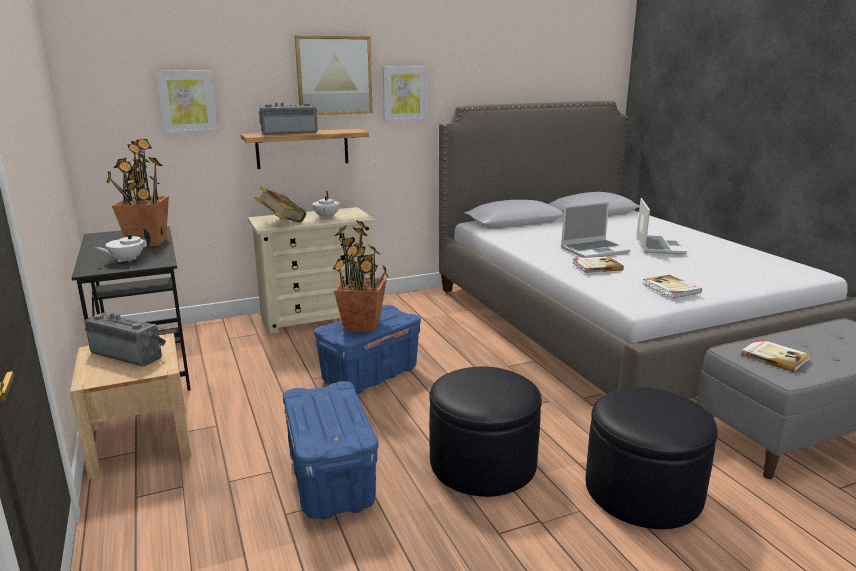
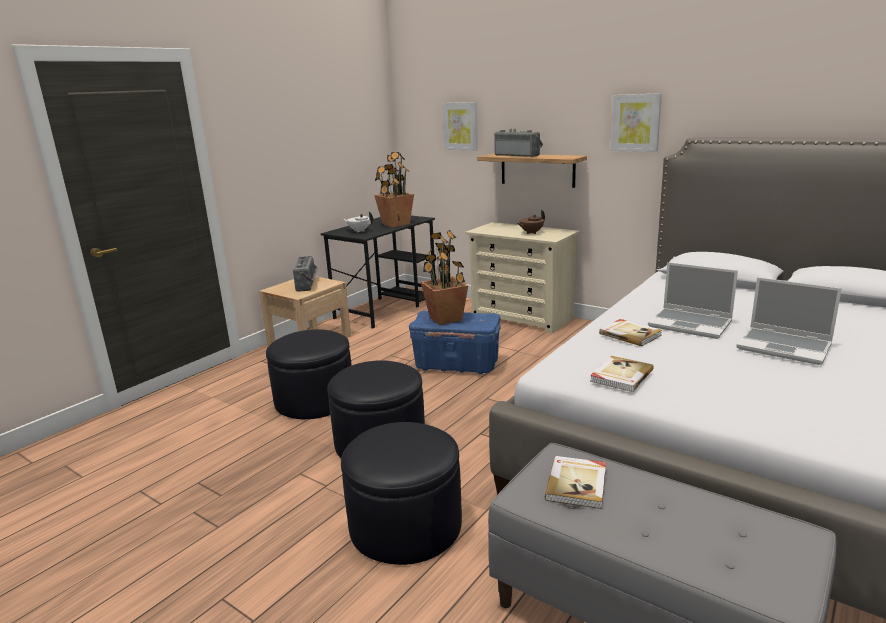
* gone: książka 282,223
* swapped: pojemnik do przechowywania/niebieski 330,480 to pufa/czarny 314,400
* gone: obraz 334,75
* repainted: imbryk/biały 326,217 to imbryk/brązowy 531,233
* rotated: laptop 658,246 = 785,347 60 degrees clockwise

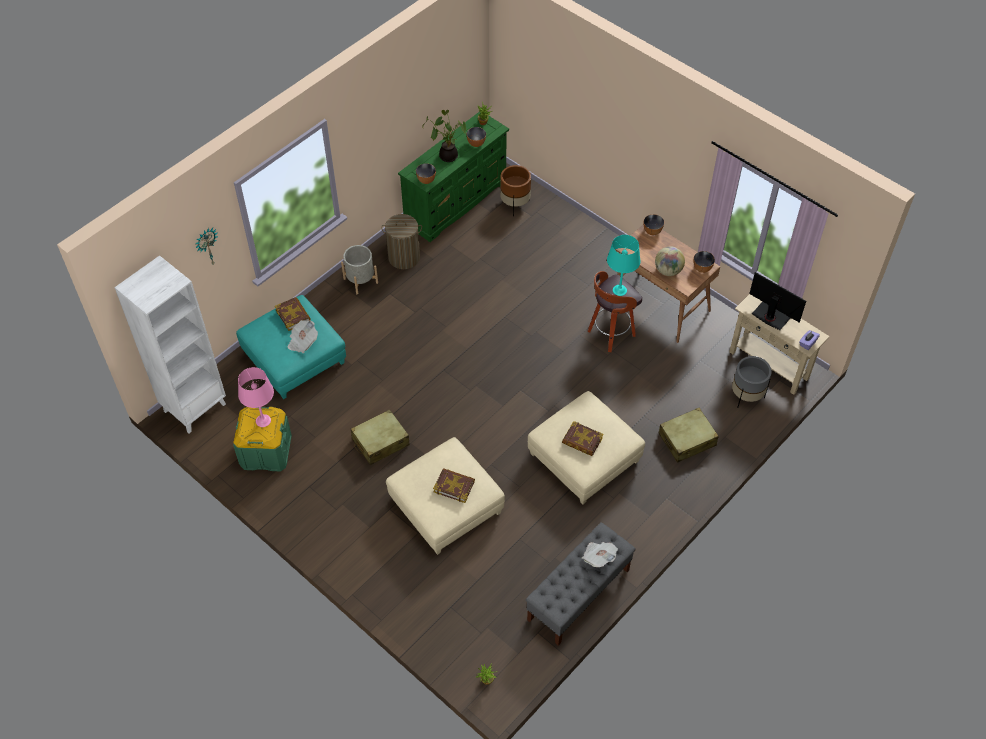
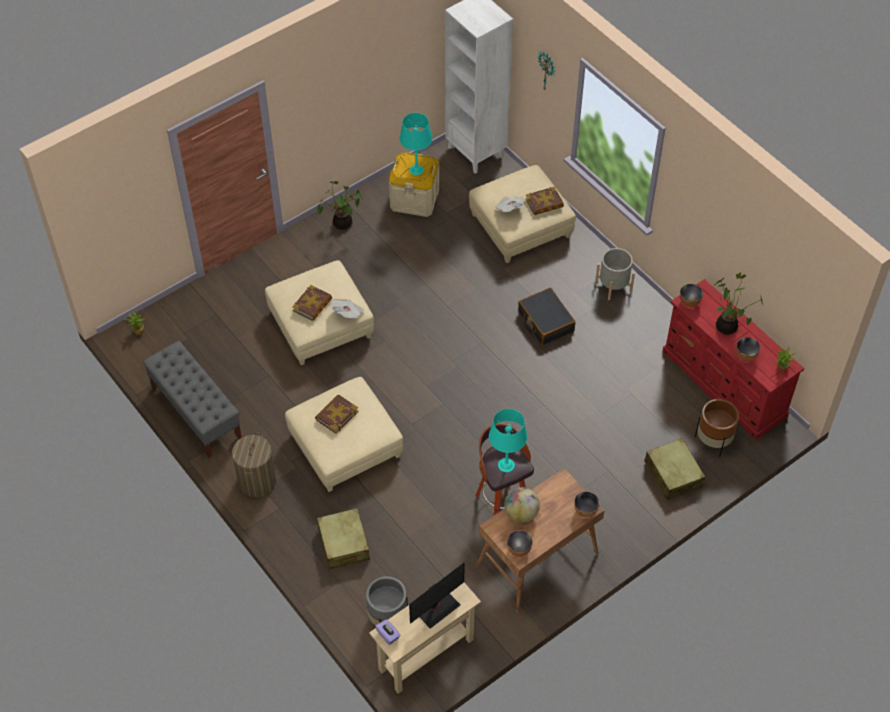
* repainted: pojemnik do przechowywania/zielony 266,451 to pojemnik do przechowywania/beżowy 414,199
* repainted: pufa/turkusowy 294,358 to pufa/beżowy 520,225
* repainted: lampa stołowa/różowy 263,421 to lampa stołowa/turkusowy 416,169
* shifted: walizka/beżowy 380,442 to 673,474
* shifted: kosz na pranie 404,257 to 257,481
* repainted: komoda/zielony 456,201 to komoda/czerwony 724,384
* shifted: gazeta 598,557 to 348,313
* new: roślina doniczkowa 341,224
* new: walizka/czarny 545,322

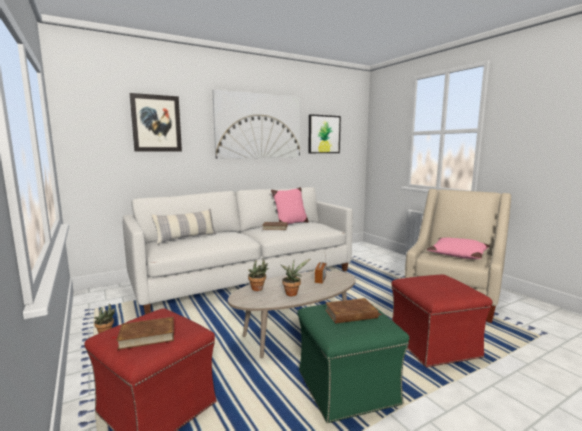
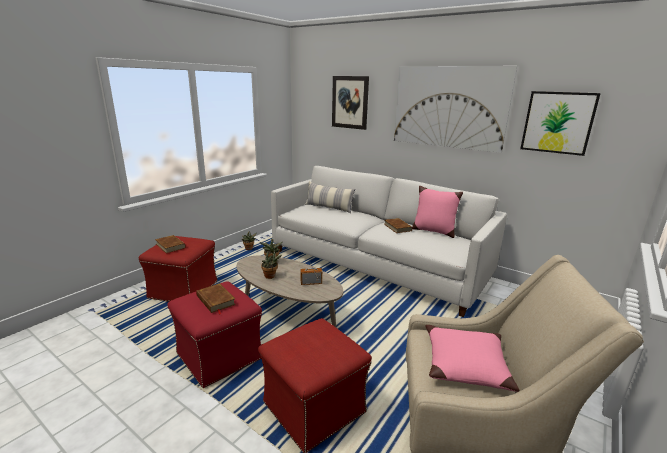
* repainted: pufa/zielony 346,388 to pufa/czerwony 219,355

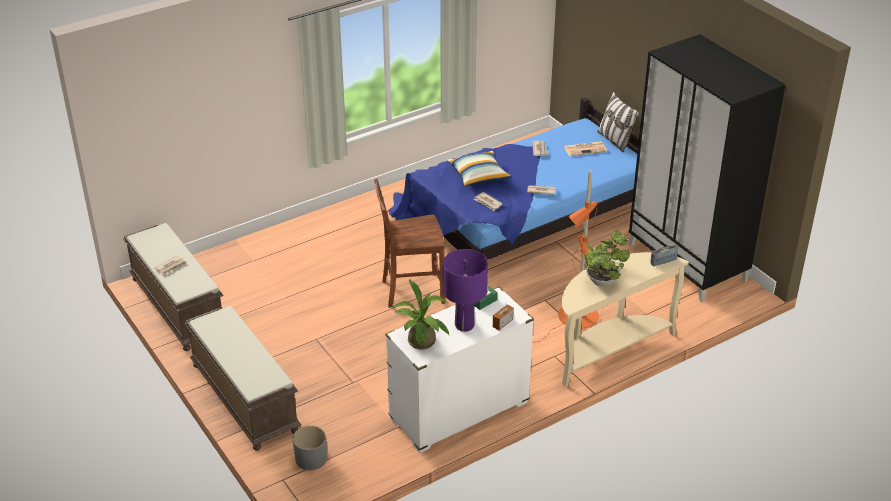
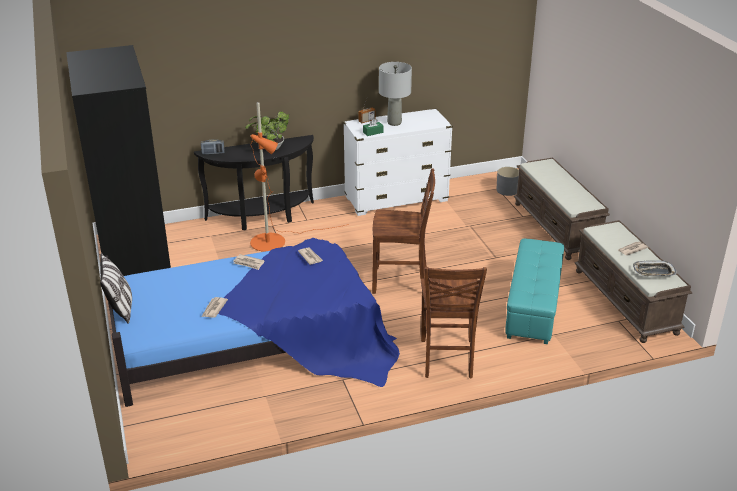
* gone: roślina doniczkowa 422,344
* repainted: lampa stołowa/fioletowy 464,325 to lampa stołowa/szary 394,123
* gone: poduszka 479,176
* repainted: stolik konsolowy/beżowy 609,350 to stolik konsolowy/czarny 262,217
* gone: gazeta 585,149
* new: krzesło/brązowy 447,359
* new: pufa/turkusowy 532,306
* new: taca 653,272

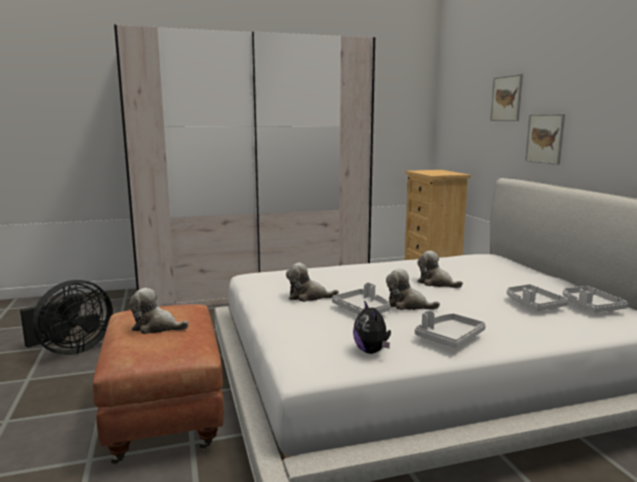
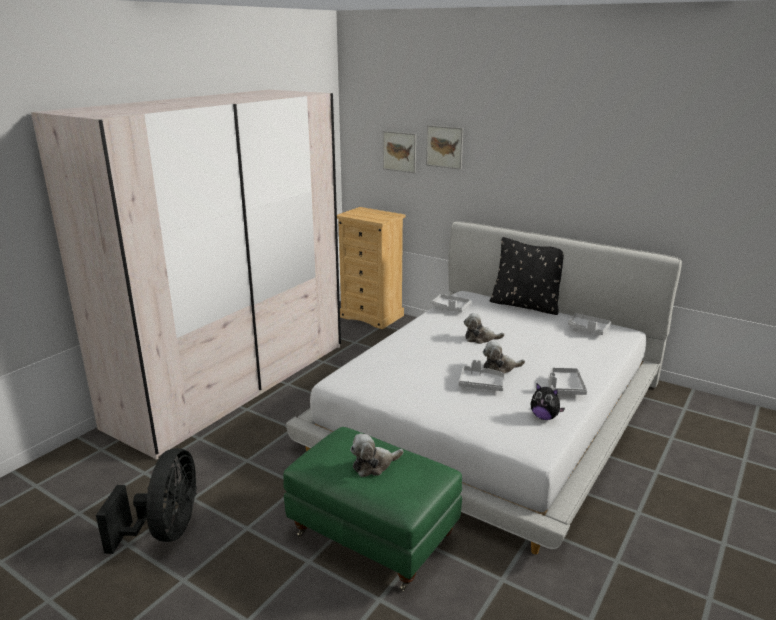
* repainted: pufa/brązowy 166,416 to pufa/zielony 374,537
* gone: pluszak 308,297
* shifted: taca/szary 533,305 to 450,308
* shifted: obraz 545,138 to 399,151
* new: poduszka/czarny 525,305

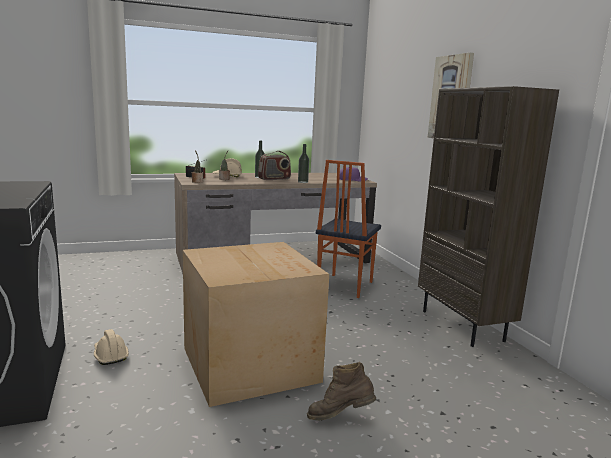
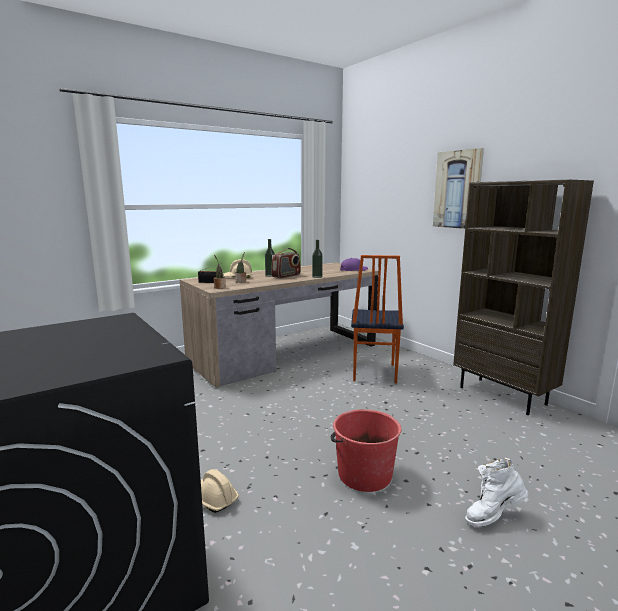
* swapped: karton 251,363 to wiadro/czerwony 364,474
* repainted: but z cholewką/brązowy 340,417 to but z cholewką/biały 493,516

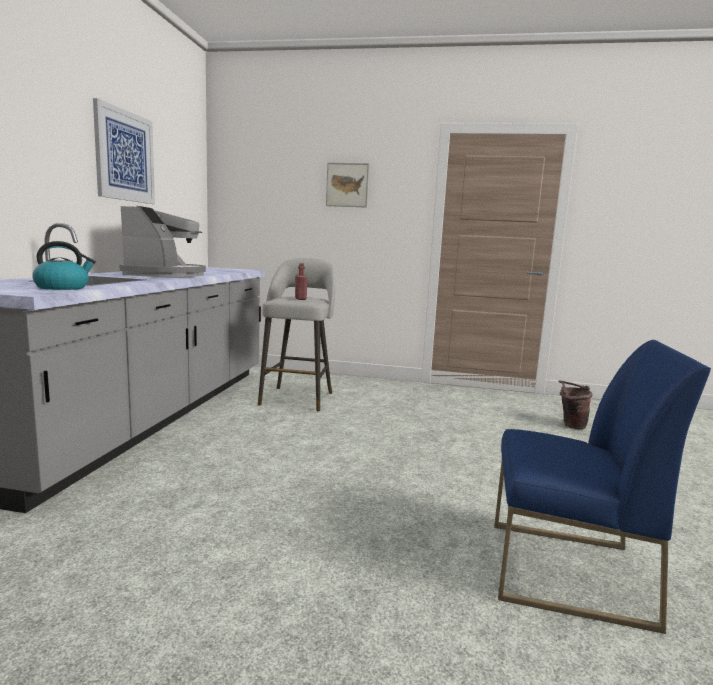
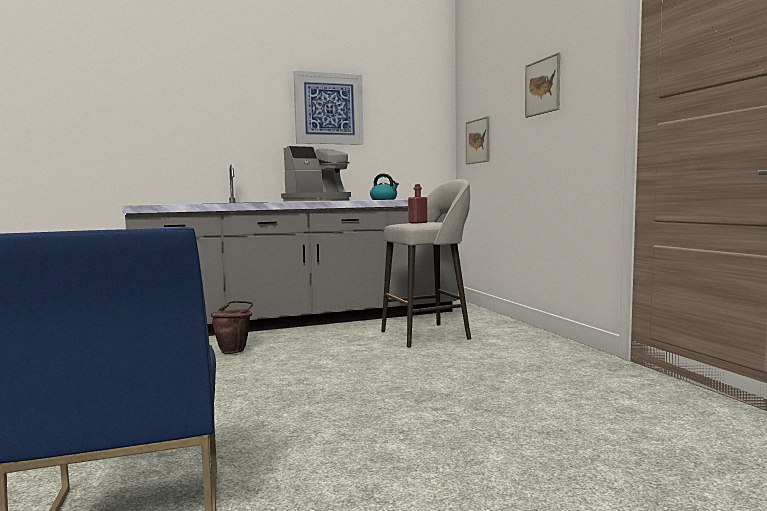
* shifted: czajnik 63,287 to 384,199
* shifted: wiadro/brązowy 570,425 to 235,350
* new: obraz 477,141

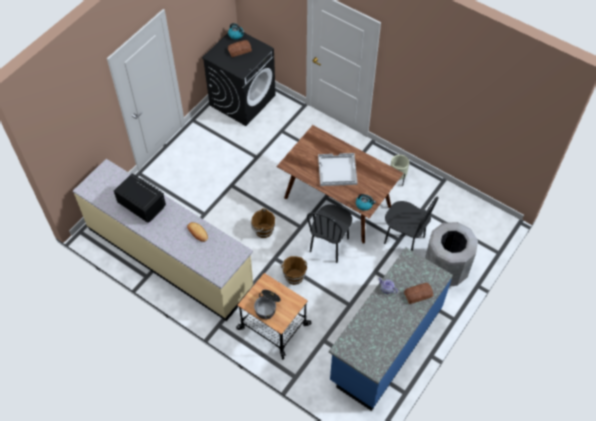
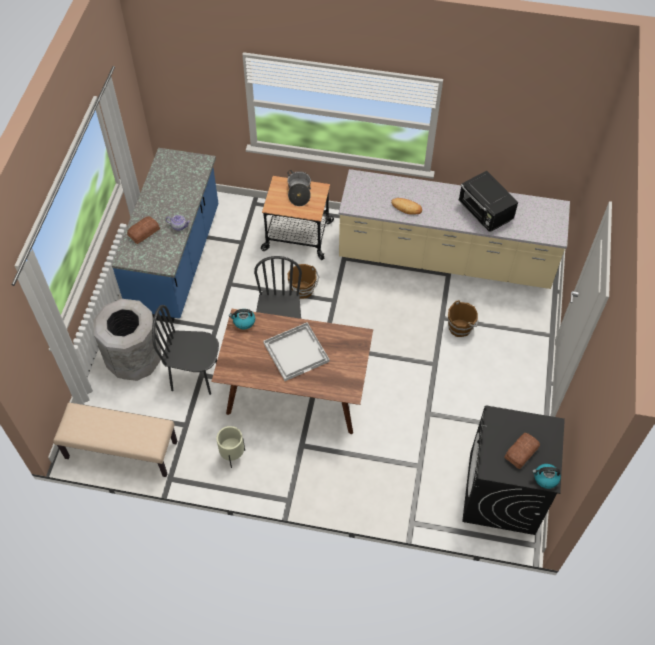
* rotated: mikrofalówka/czarny 142,205 = 485,213 45 degrees clockwise
* shifted: wiadro/brązowy 263,230 to 460,327
* new: ławka/beżowy 121,450

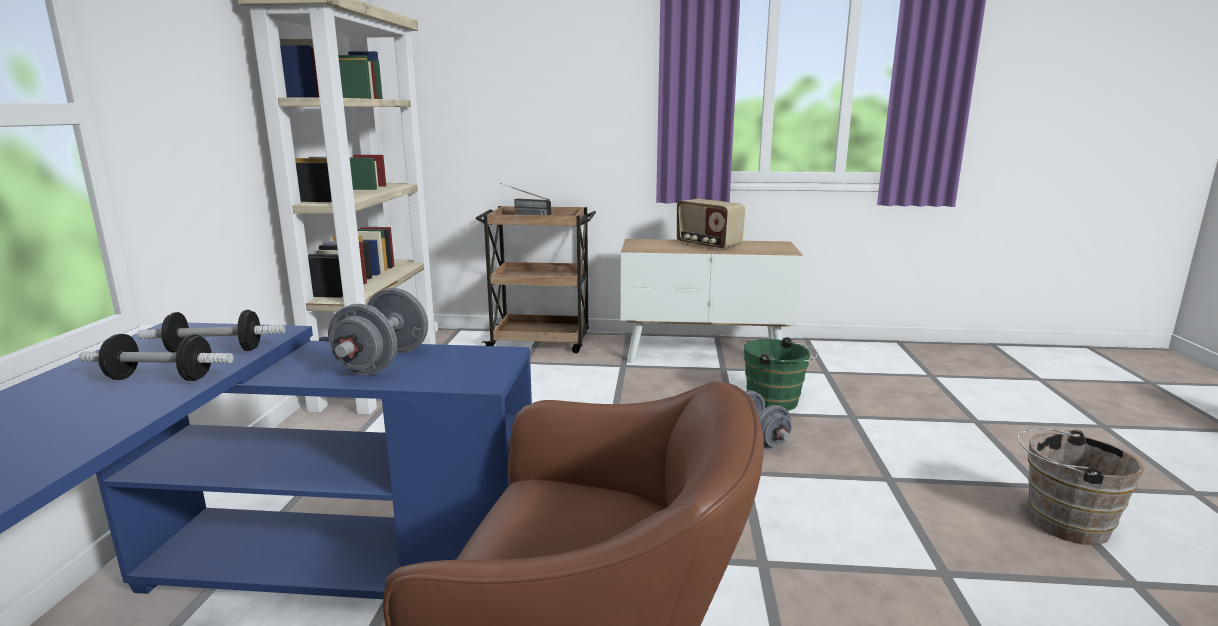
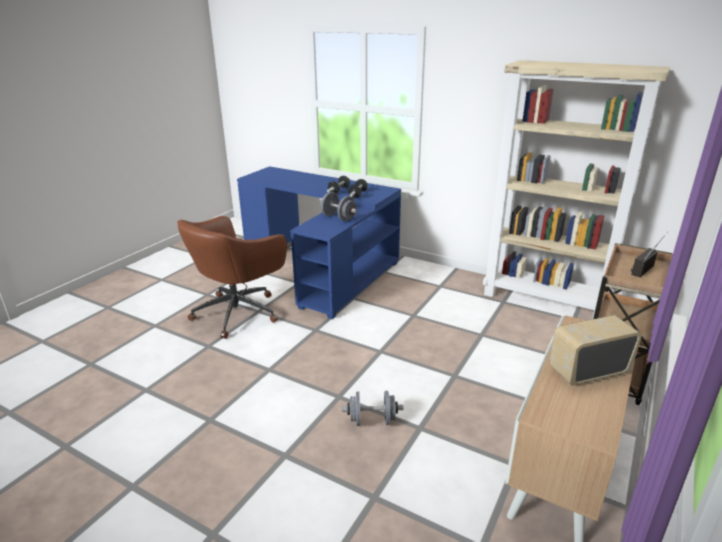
* gone: wiadro/zielony 776,402
* gone: wiadro/brązowy 1060,521

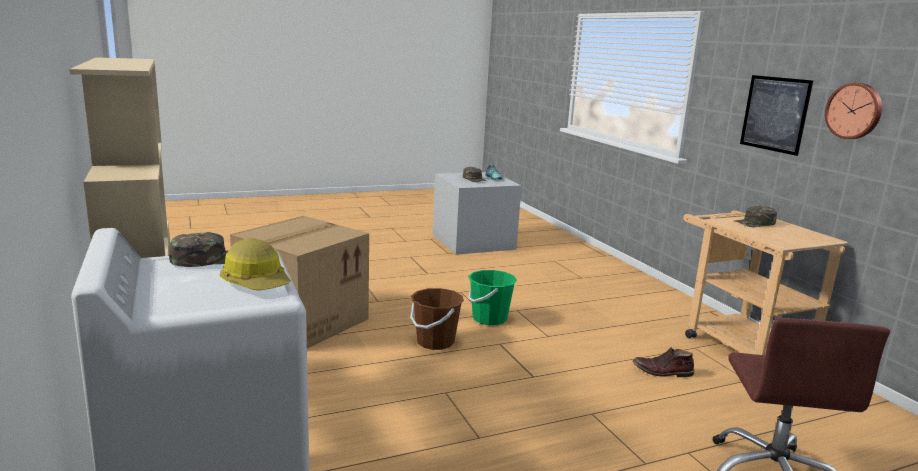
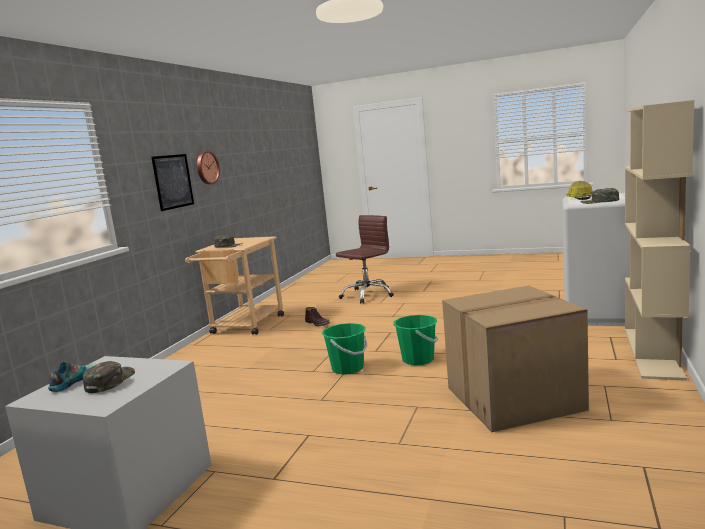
* repainted: wiadro/brązowy 435,342 to wiadro/zielony 418,359

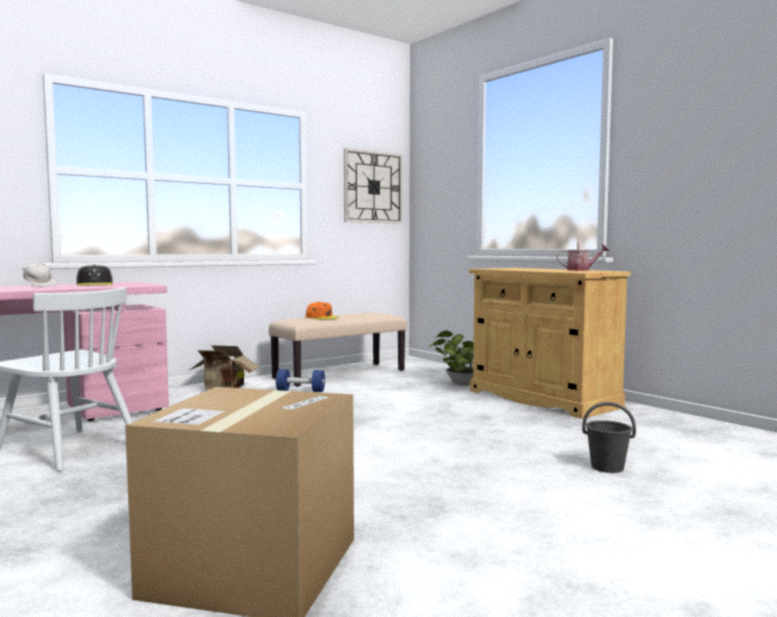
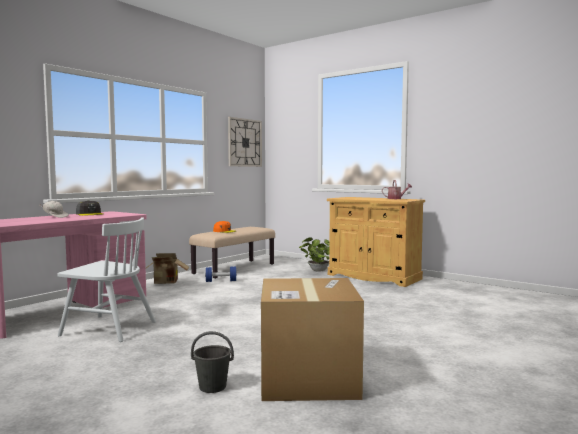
* shifted: wiadro/szary 608,467 to 213,387

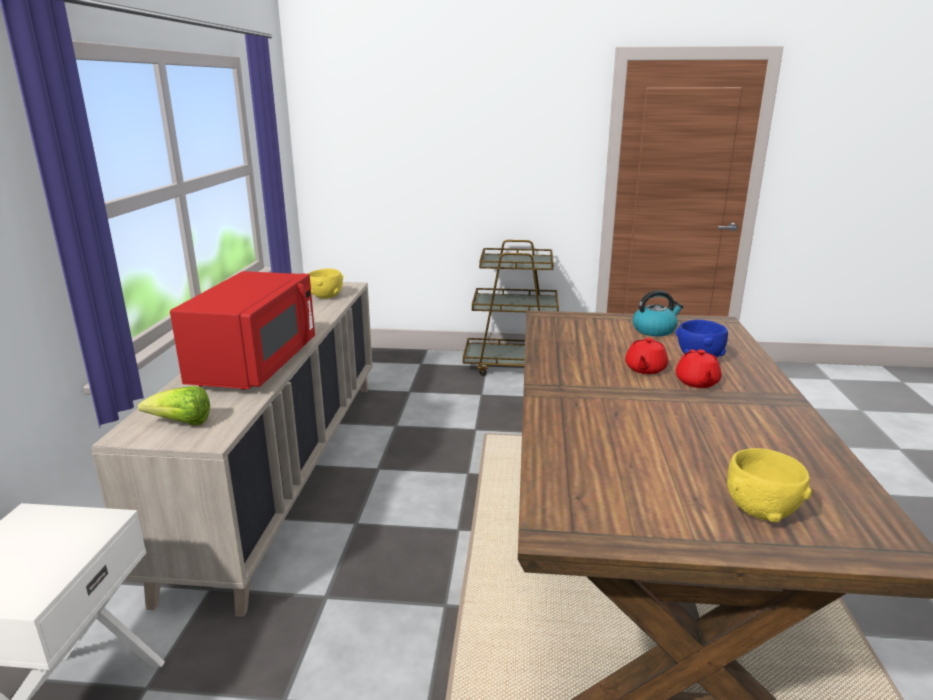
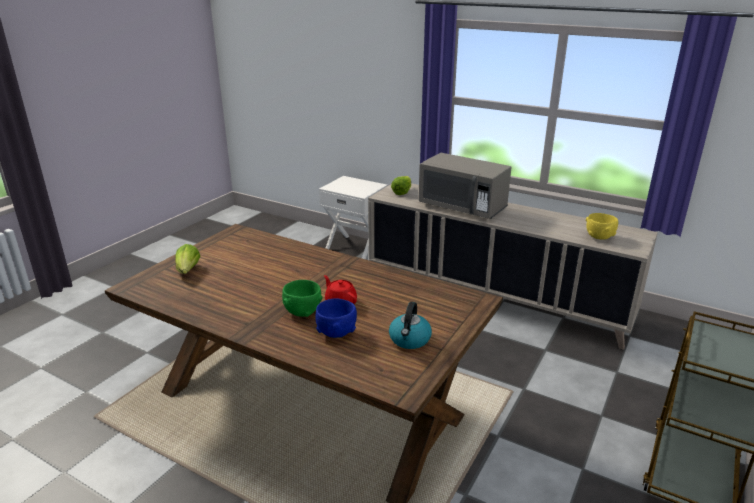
* repainted: mikrofalówka/czerwony 255,365 to mikrofalówka/szary 462,207
* swapped: imbryk/czerwony 697,382 to miska/zielony 302,312
* swapped: miska/żółty 760,511 to sałata 188,271

